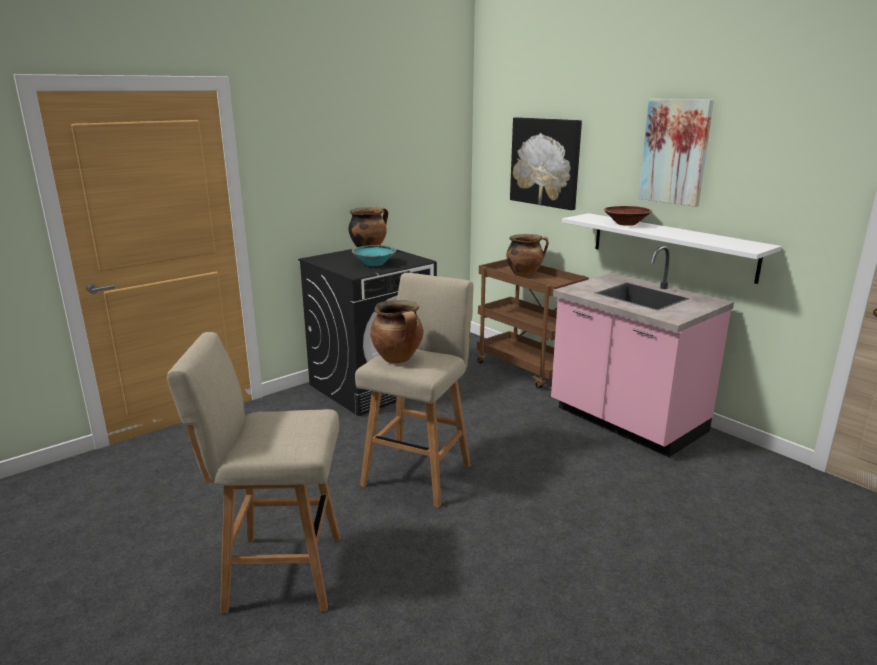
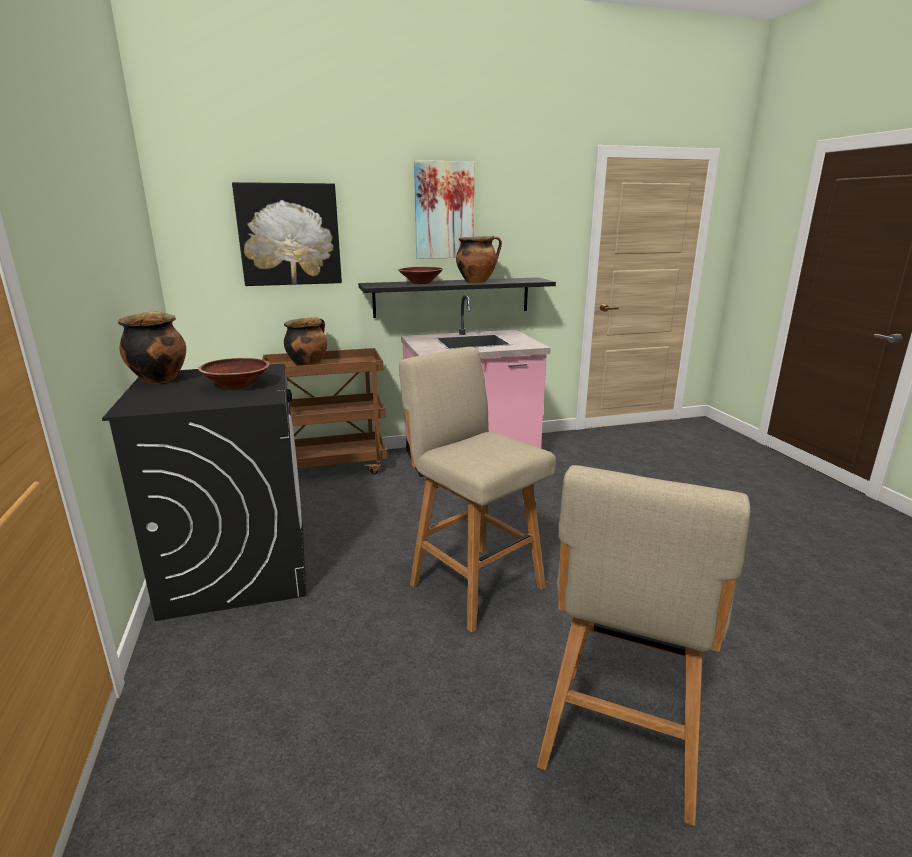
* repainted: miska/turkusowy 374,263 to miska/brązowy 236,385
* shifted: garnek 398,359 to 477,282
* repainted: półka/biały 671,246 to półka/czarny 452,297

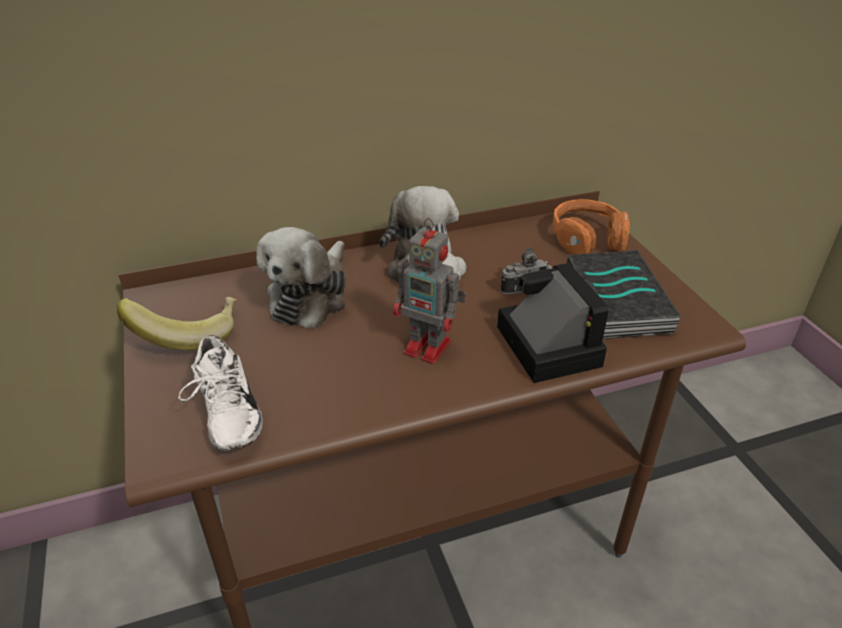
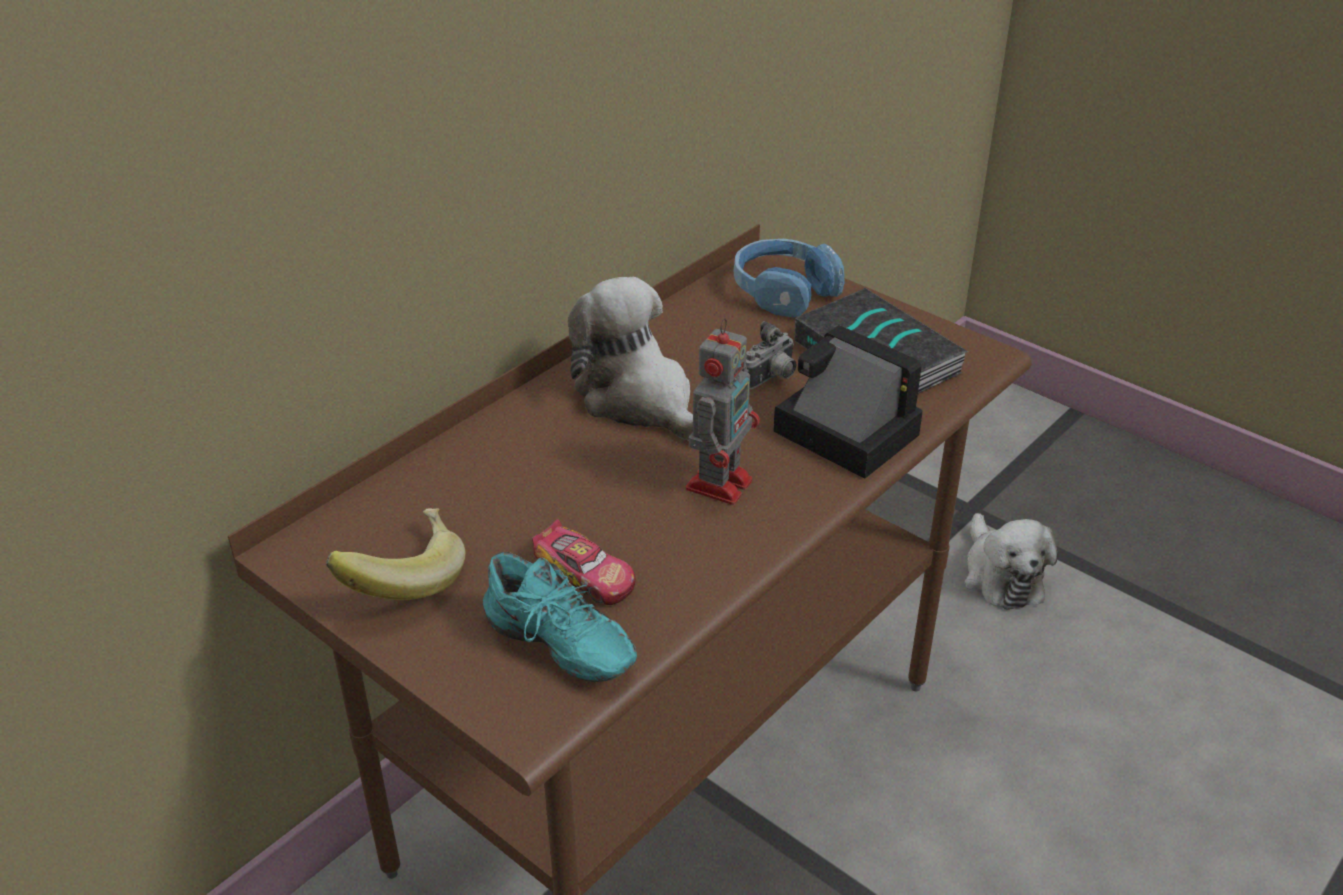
* repainted: but/biały 224,416 to but/turkusowy 555,649
* shifted: pluszak 311,296 to 1001,575
* rotated: robot zabawkowy 430,348 = 720,482 60 degrees counterclockwise
* repainted: słuchawki/pomarańczowy 587,239 to słuchawki/niebieski 784,291
* new: samochodzik 586,576

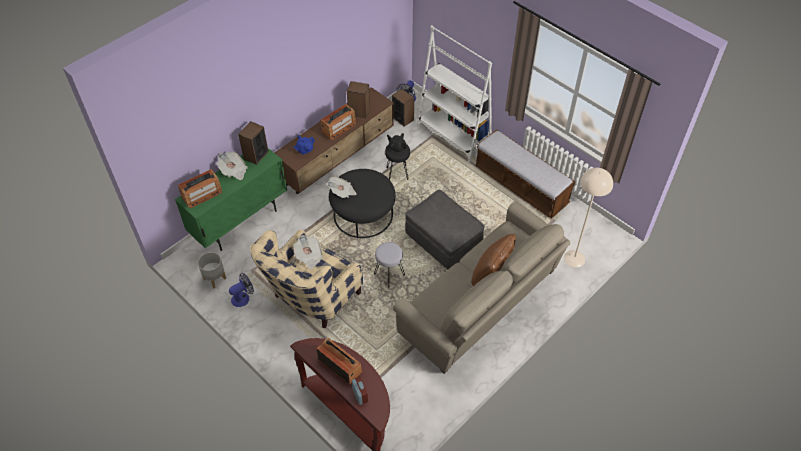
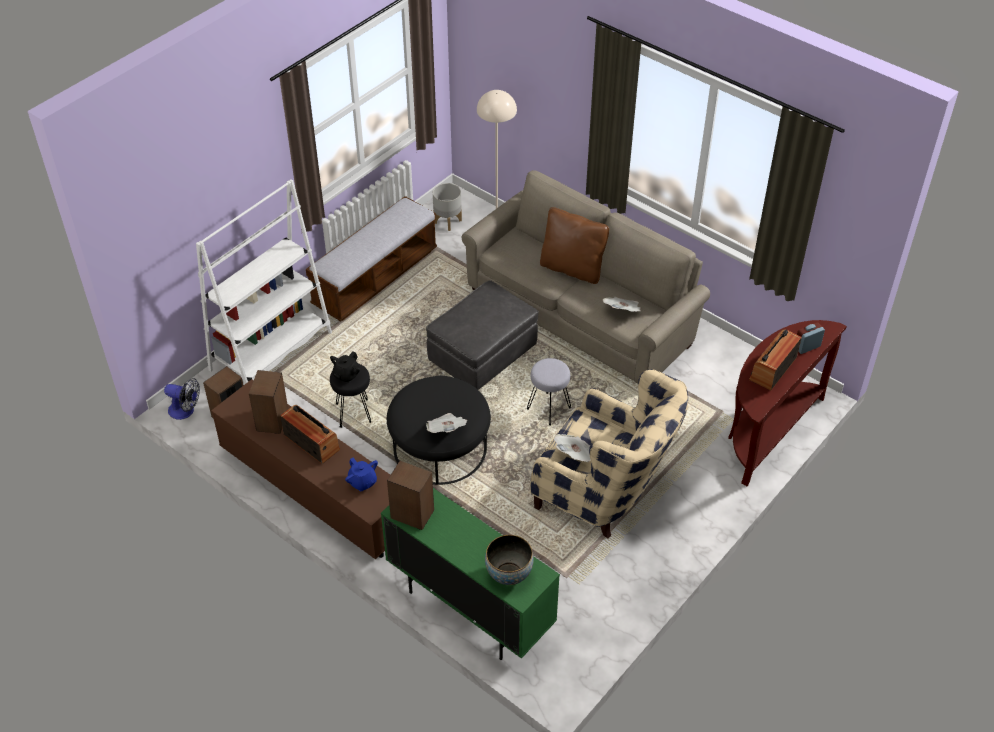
* swapped: radio 202,195 to miska 509,574
* shifted: donica/szary 215,279 to 448,221
* shifted: gazeta 233,171 to 622,311
* gone: wentylator 243,297

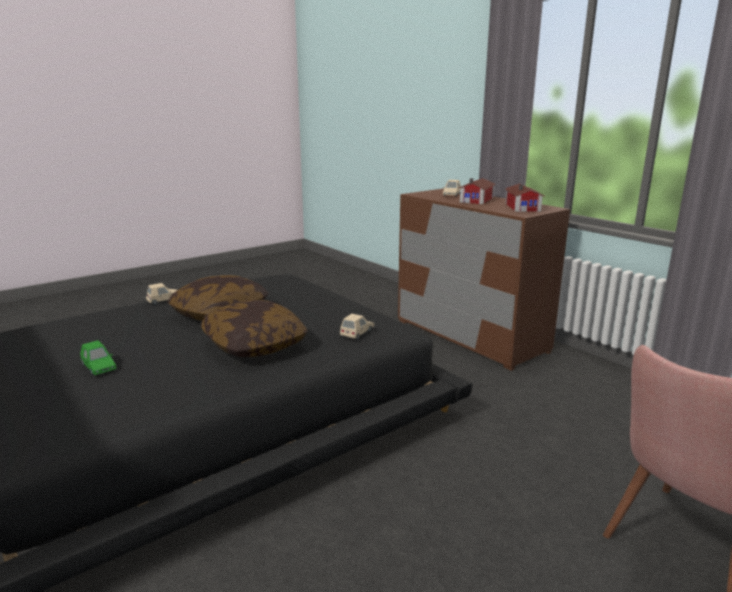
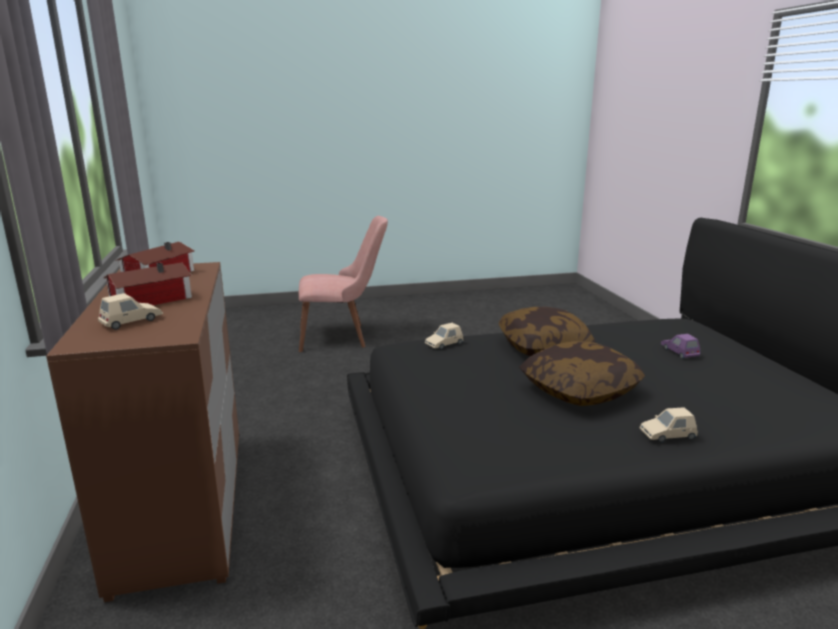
* repainted: samochodzik/zielony 99,367 to samochodzik/fioletowy 679,352

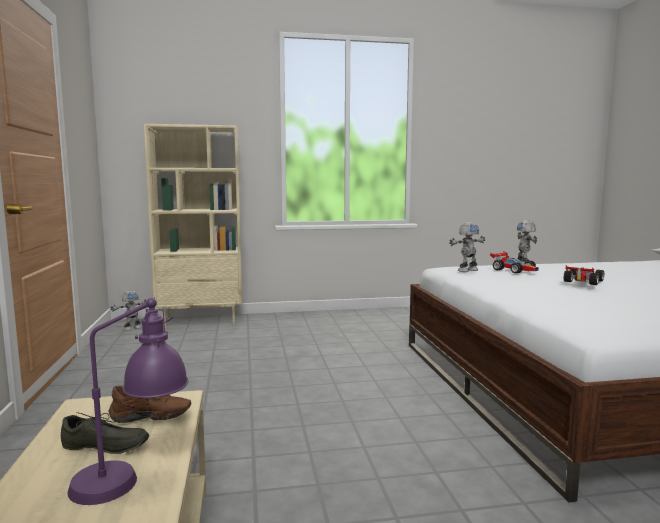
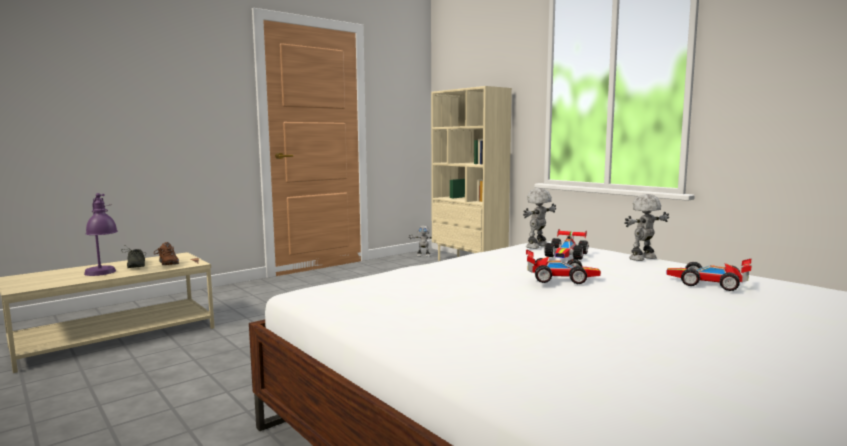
* rotated: robot zabawkowy 467,270 = 538,246 105 degrees clockwise
* new: samochodzik 709,283

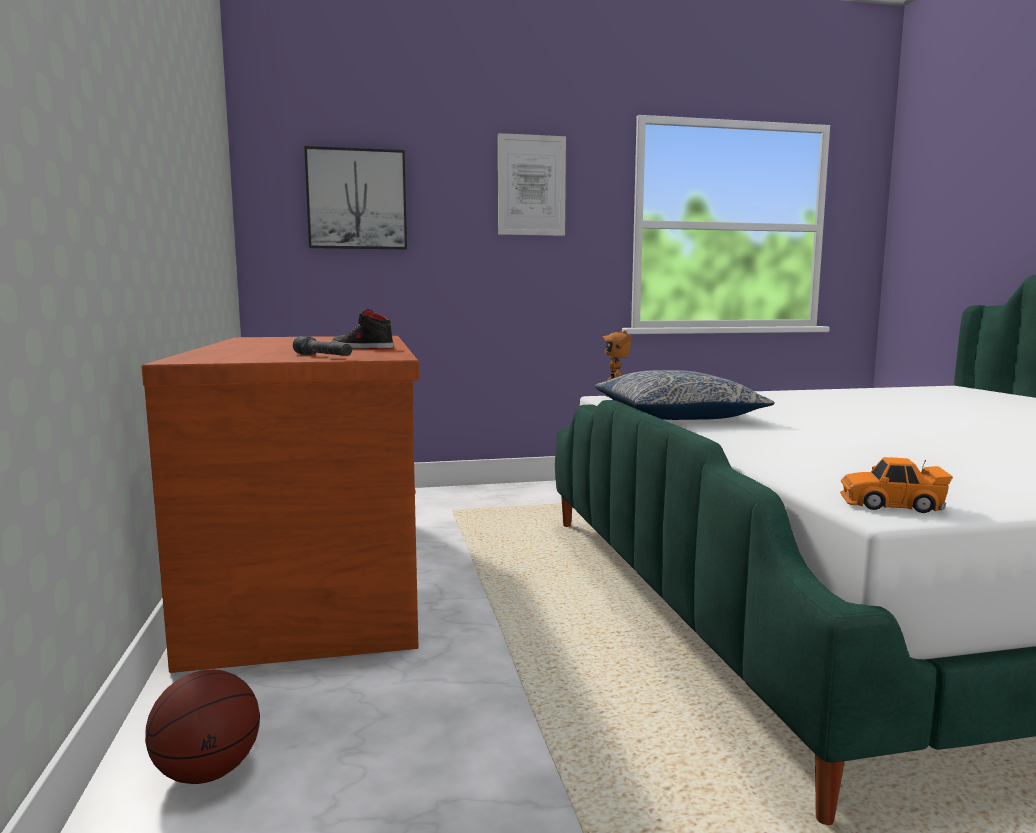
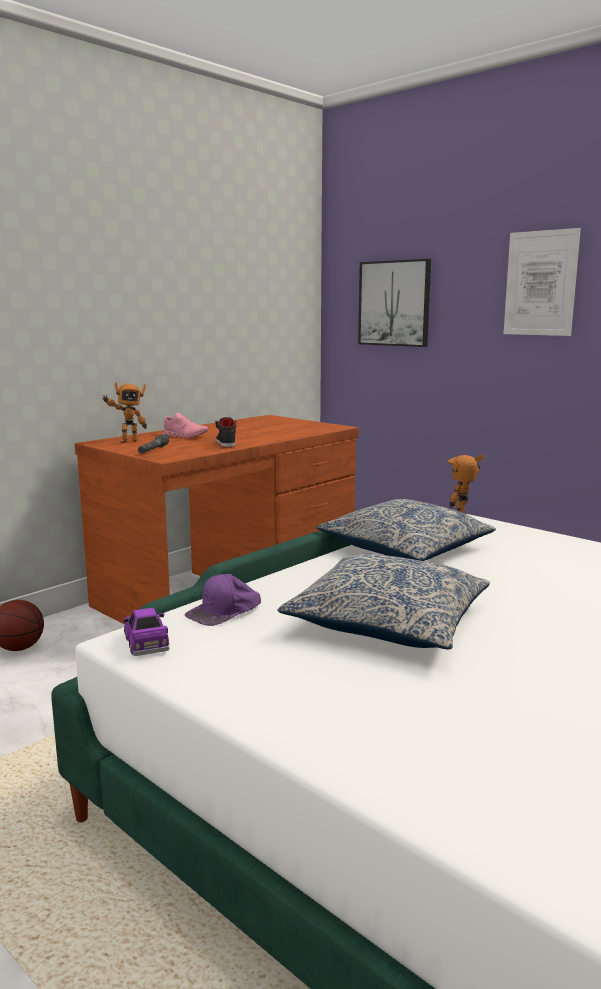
* repainted: samochodzik/pomarańczowy 891,505 to samochodzik/fioletowy 146,643
* new: robot zabawkowy 127,441
* new: but/różowy 185,436
* new: czapka z daszkiem/fioletowy 225,611
* new: poduszka 389,620

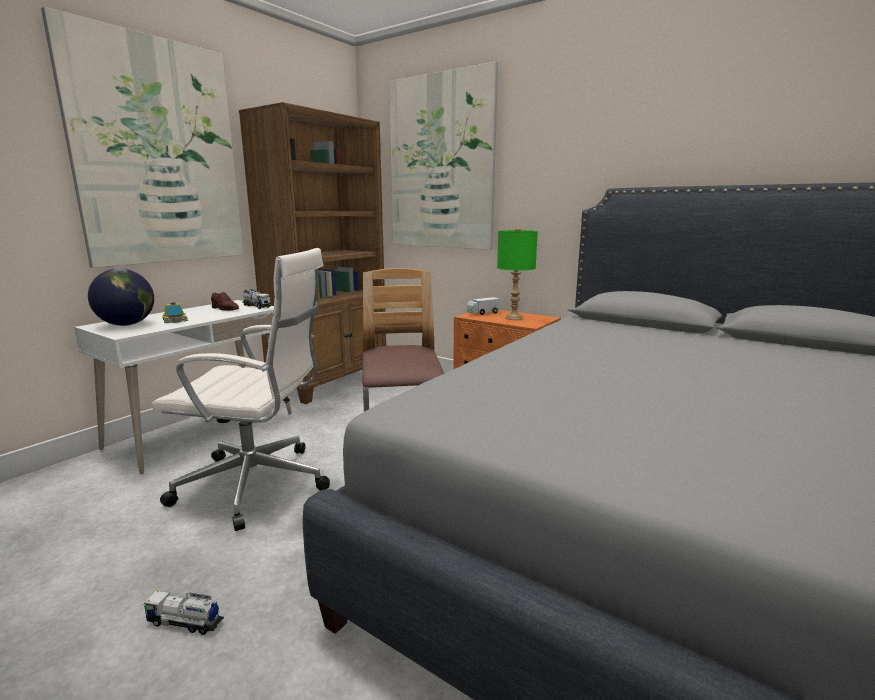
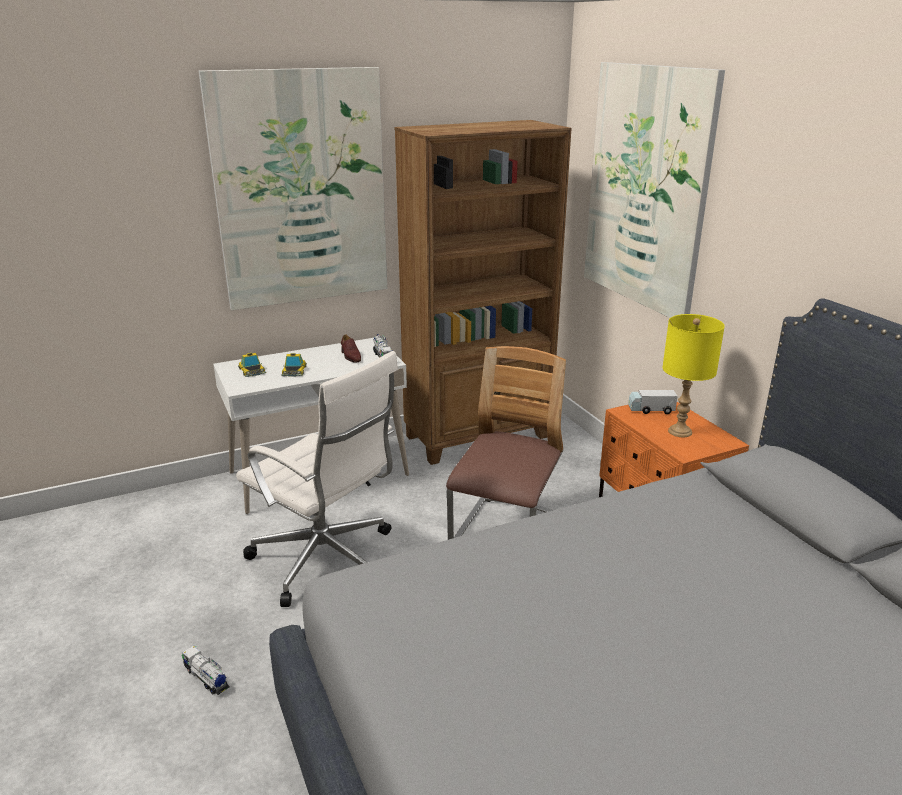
* swapped: globus 126,325 to samochodzik 252,370
* repainted: lampa stołowa/zielony 513,318 to lampa stołowa/żółty 679,431

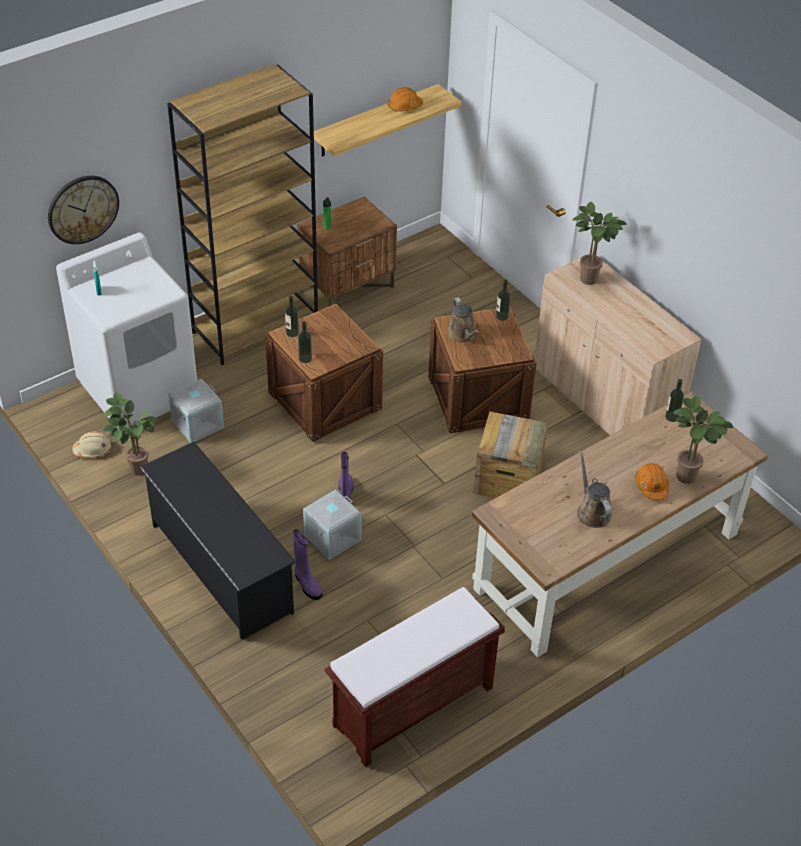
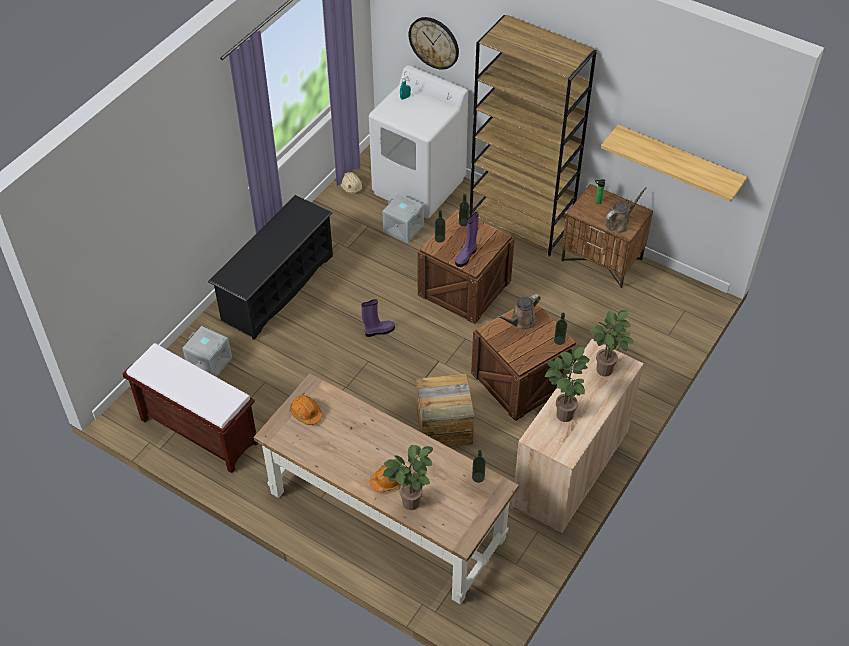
* shifted: roślina doniczkowa 135,469 to 562,412
* shifted: but z cholewką/fioletowy 307,584 to 466,255
* shifted: pojemnik do przechowywania/szary 333,538 to 209,363
* shifted: kask/pomarańczowy 404,106 to 306,413
* shifted: konewka/brązowy 592,511 to 619,223

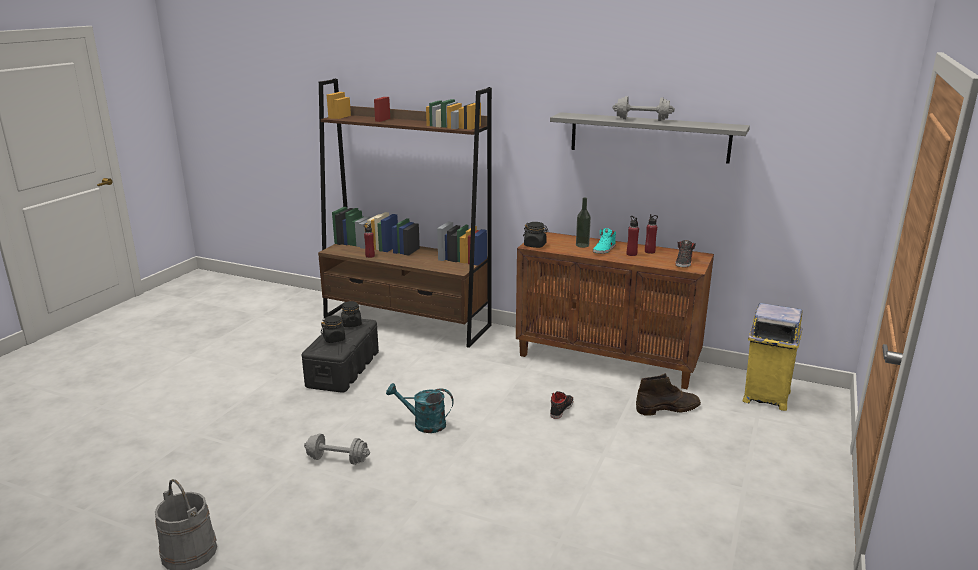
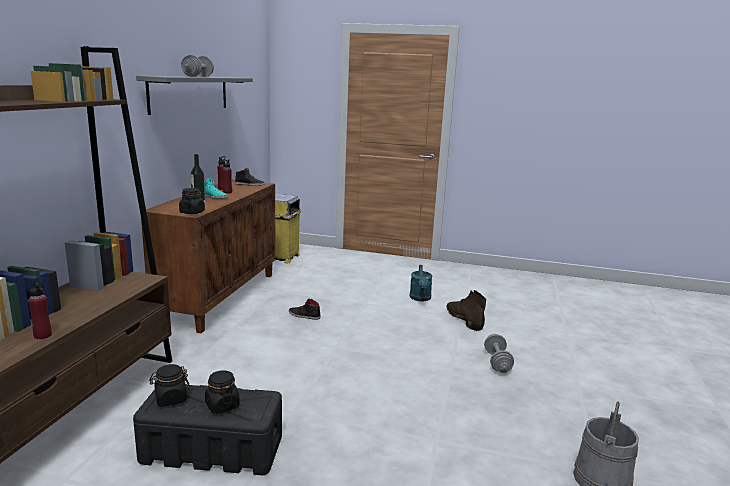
* shifted: hantel/szary 337,459 to 497,362
* shifted: konewka/turkusowy 423,424 to 420,298
* shifted: but z cholewką/brązowy 668,408 to 463,319

